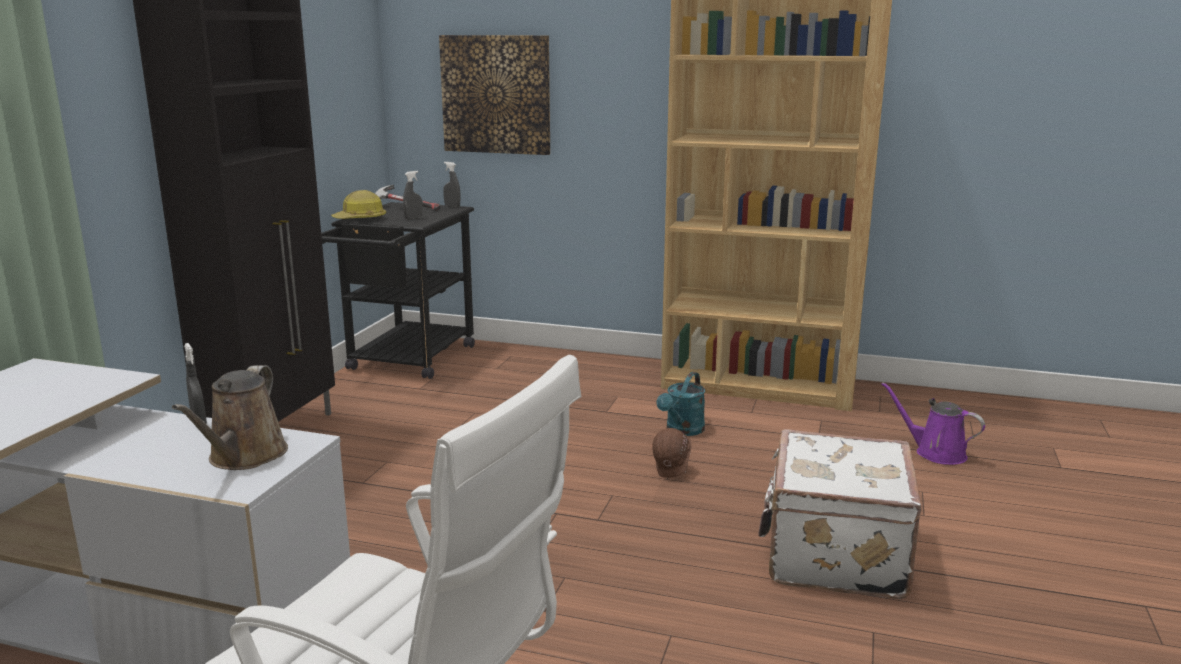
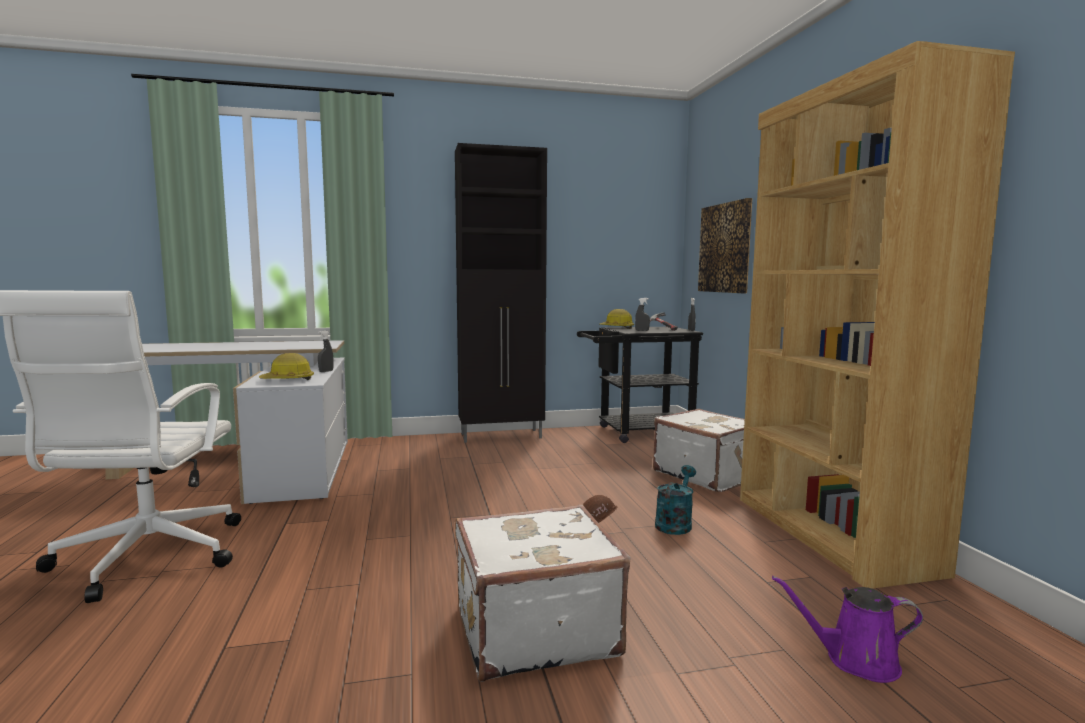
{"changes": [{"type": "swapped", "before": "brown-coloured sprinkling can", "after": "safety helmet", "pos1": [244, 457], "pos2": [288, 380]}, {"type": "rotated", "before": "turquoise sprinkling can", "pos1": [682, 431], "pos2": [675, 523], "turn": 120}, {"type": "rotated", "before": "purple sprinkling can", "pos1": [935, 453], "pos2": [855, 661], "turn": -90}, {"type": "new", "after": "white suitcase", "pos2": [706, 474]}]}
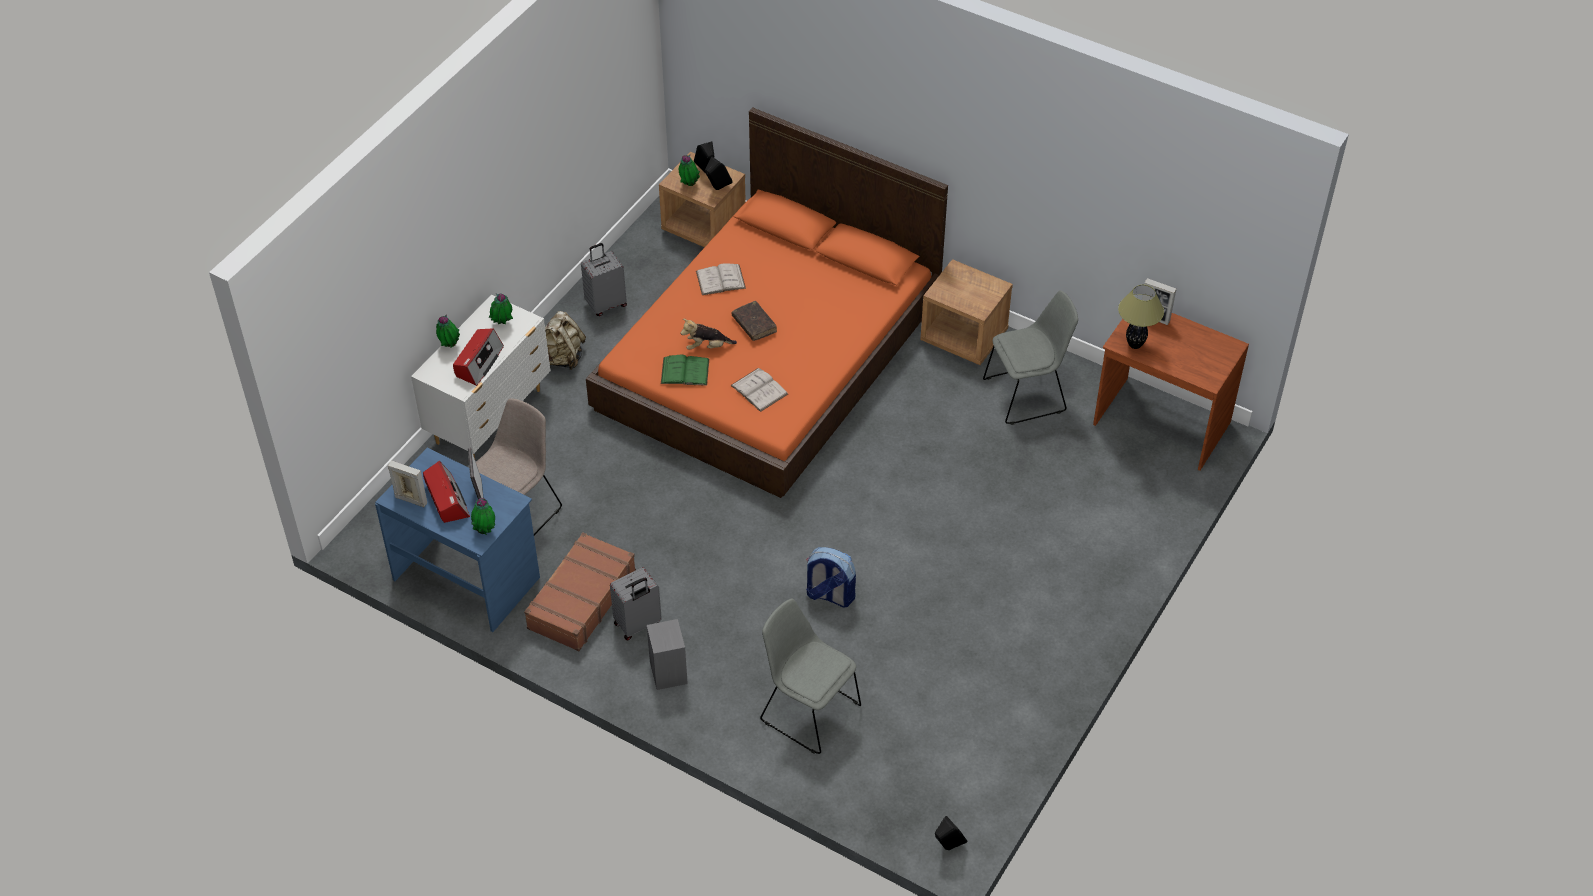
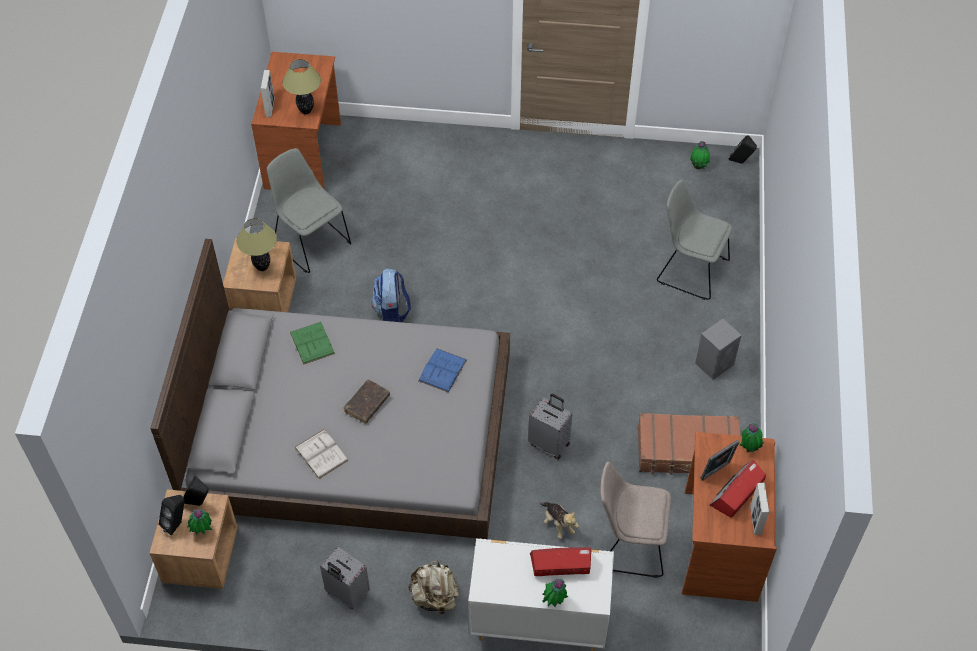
{"changes": [{"type": "repainted", "before": "orangey bedroom bed", "after": "gray bedroom bed", "pos1": [769, 354], "pos2": [350, 432]}, {"type": "shifted", "before": "houseplant", "pos1": [502, 324], "pos2": [698, 167]}, {"type": "shifted", "before": "plush toy", "pos1": [707, 347], "pos2": [557, 524]}, {"type": "shifted", "before": "green bound book", "pos1": [685, 371], "pos2": [312, 343]}, {"type": "repainted", "before": "white bound book", "after": "blue bound book", "pos1": [759, 389], "pos2": [442, 370]}, {"type": "repainted", "before": "blue desk unit", "after": "brown-coloured desk unit", "pos1": [467, 578], "pos2": [718, 544]}, {"type": "shifted", "before": "rucksack", "pos1": [829, 595], "pos2": [392, 312]}, {"type": "shifted", "before": "gray suitcase", "pos1": [638, 625], "pos2": [549, 443]}, {"type": "rotated", "before": "gray upright chair", "pos1": [807, 710], "pos2": [690, 269], "turn": 105}, {"type": "new", "after": "tabletop lamp", "pos2": [262, 267]}]}
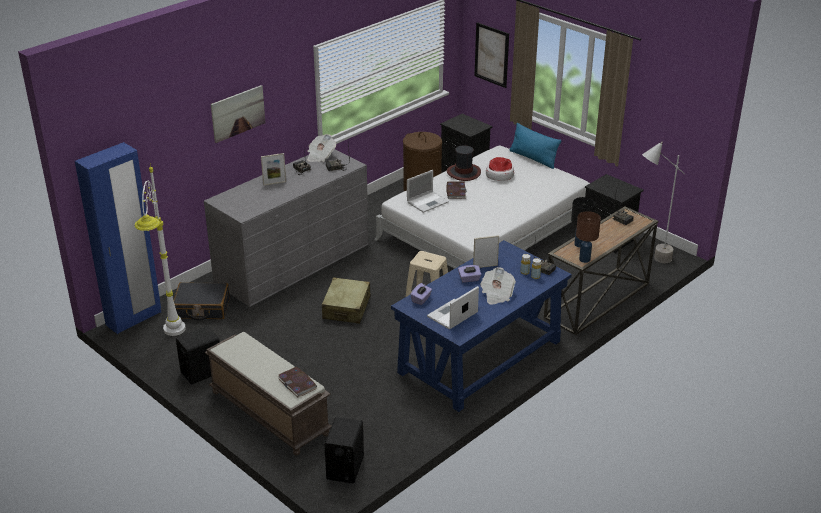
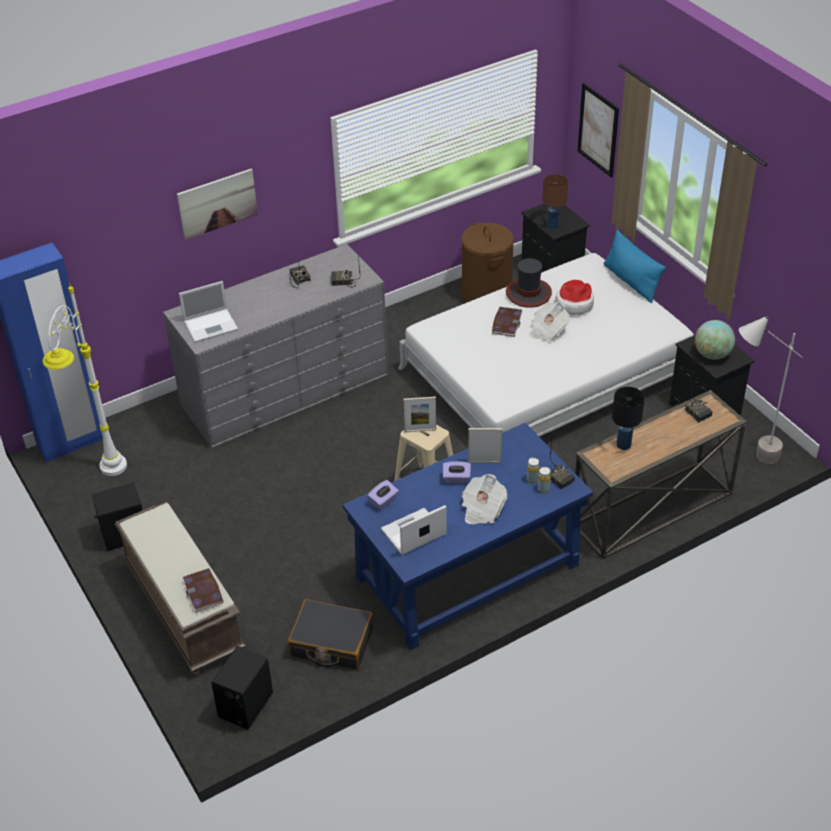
{"changes": [{"type": "shifted", "before": "newspaper", "pos1": [320, 156], "pos2": [547, 330]}, {"type": "shifted", "before": "photo frame", "pos1": [274, 183], "pos2": [420, 430]}, {"type": "shifted", "before": "portable computer", "pos1": [428, 202], "pos2": [211, 325]}, {"type": "shifted", "before": "brown-coloured tabletop lamp", "pos1": [584, 259], "pos2": [552, 226]}, {"type": "gone", "before": "sand-coloured suitcase", "pos1": [346, 308]}, {"type": "shifted", "before": "blackish suitcase", "pos1": [202, 308], "pos2": [331, 642]}, {"type": "new", "after": "globe", "pos2": [712, 354]}]}
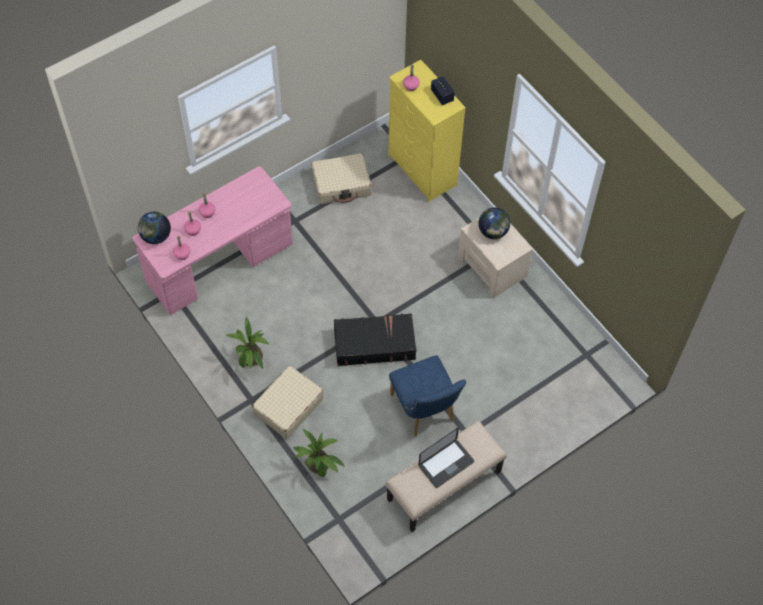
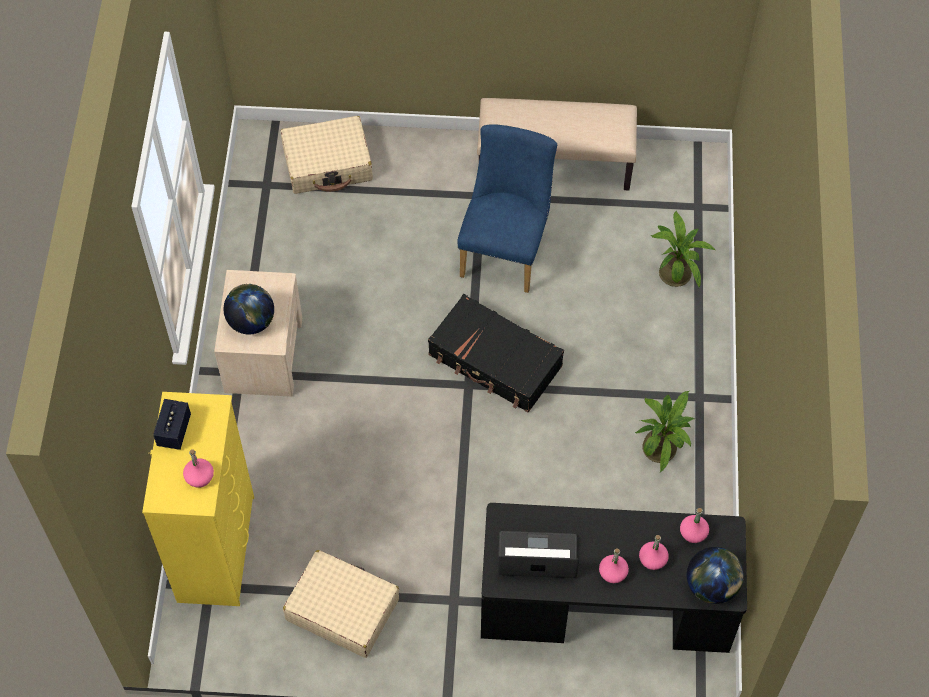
{"changes": [{"type": "repainted", "before": "pink-coloured desk unit", "after": "blackish desk unit", "pos1": [220, 263], "pos2": [605, 609]}, {"type": "shifted", "before": "sand-coloured suitcase", "pos1": [288, 406], "pos2": [328, 163]}, {"type": "shifted", "before": "portable computer", "pos1": [446, 464], "pos2": [537, 556]}]}
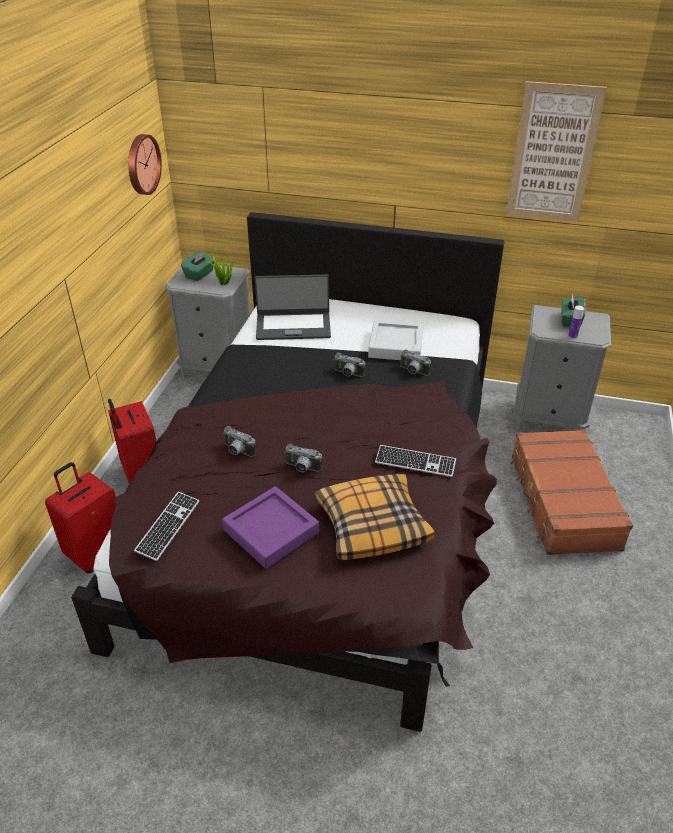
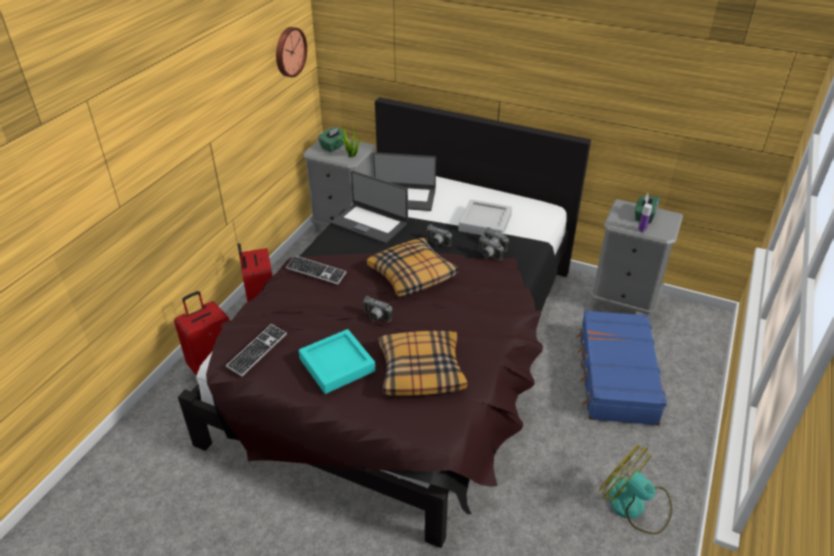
{"changes": [{"type": "gone", "before": "wall picture", "pos1": [553, 154]}, {"type": "shifted", "before": "still camera", "pos1": [237, 451], "pos2": [488, 255]}, {"type": "repainted", "before": "brown-coloured suitcase", "after": "blue suitcase", "pos1": [562, 502], "pos2": [615, 376]}, {"type": "shifted", "before": "keyboard", "pos1": [415, 462], "pos2": [316, 271]}, {"type": "repainted", "before": "purple serving tray", "after": "turquoise serving tray", "pos1": [271, 531], "pos2": [337, 365]}, {"type": "new", "after": "portable computer", "pos2": [370, 223]}, {"type": "new", "after": "pillow", "pos2": [412, 275]}, {"type": "new", "after": "electric fan", "pos2": [634, 505]}]}
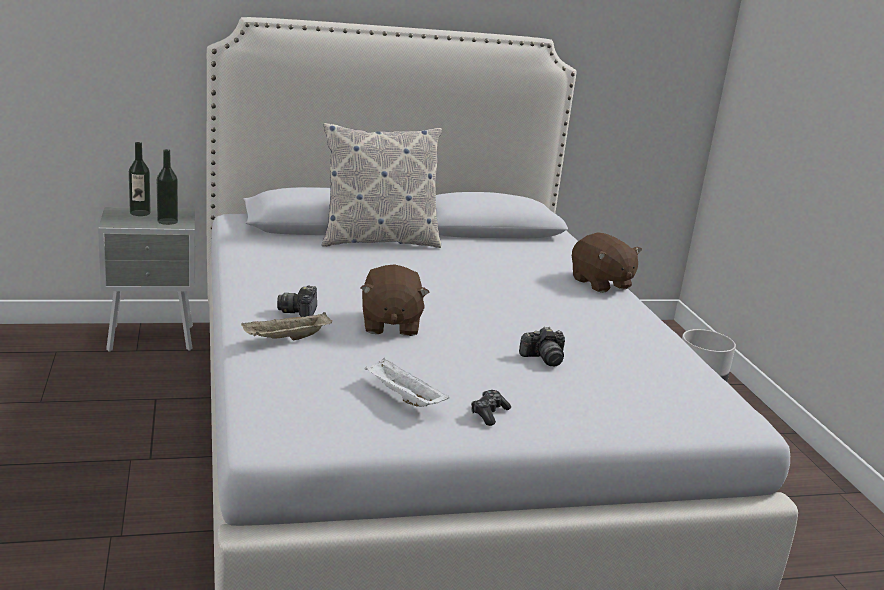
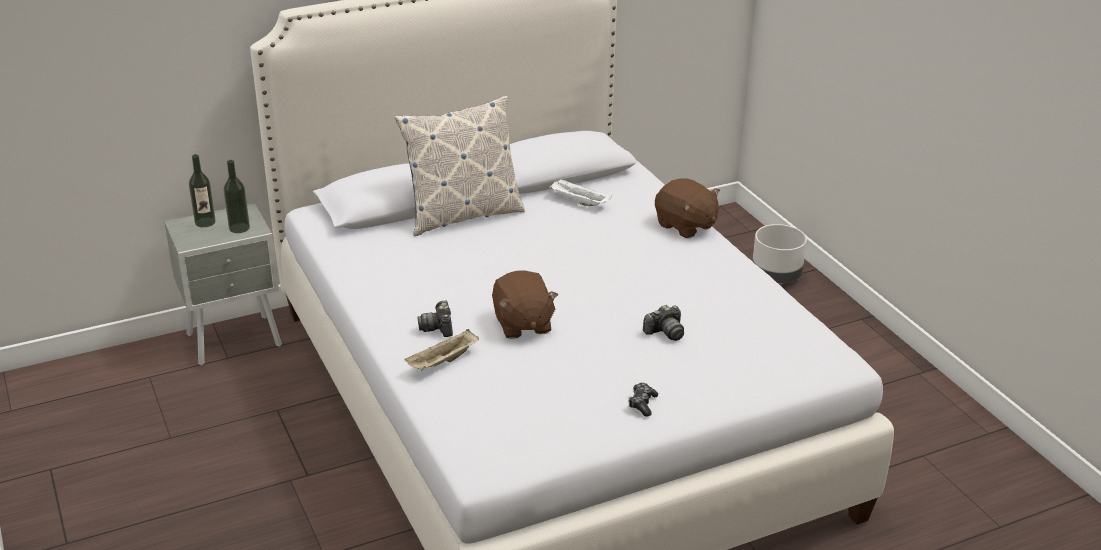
{"changes": [{"type": "shifted", "before": "white serving tray", "pos1": [403, 397], "pos2": [578, 201]}]}
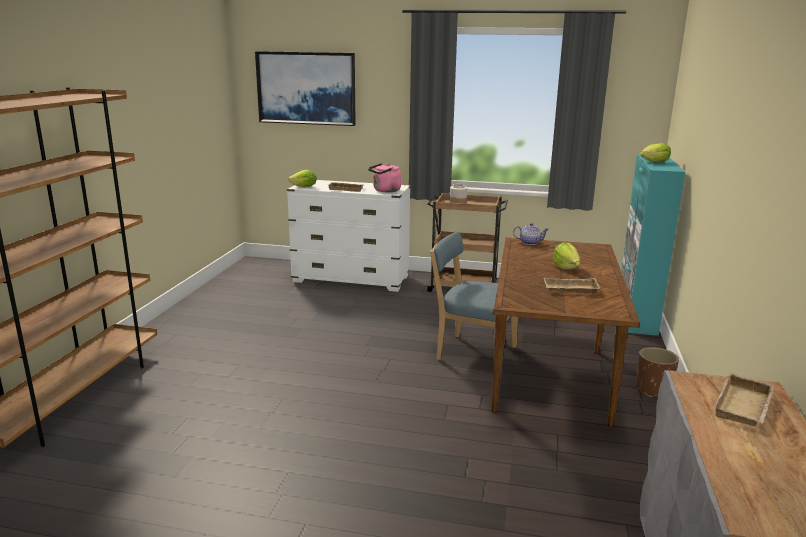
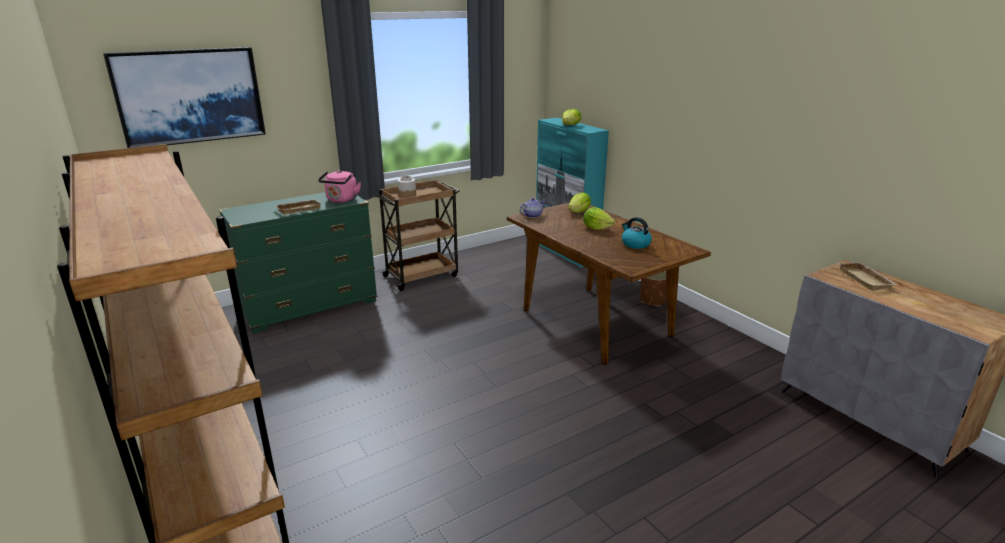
{"changes": [{"type": "shifted", "before": "lettuce", "pos1": [304, 187], "pos2": [579, 212]}, {"type": "repainted", "before": "white dresser", "after": "green dresser", "pos1": [351, 279], "pos2": [310, 307]}, {"type": "gone", "before": "blue upright chair", "pos1": [472, 352]}, {"type": "swapped", "before": "sand-coloured serving tray", "after": "tea kettle", "pos1": [570, 290], "pos2": [635, 244]}]}
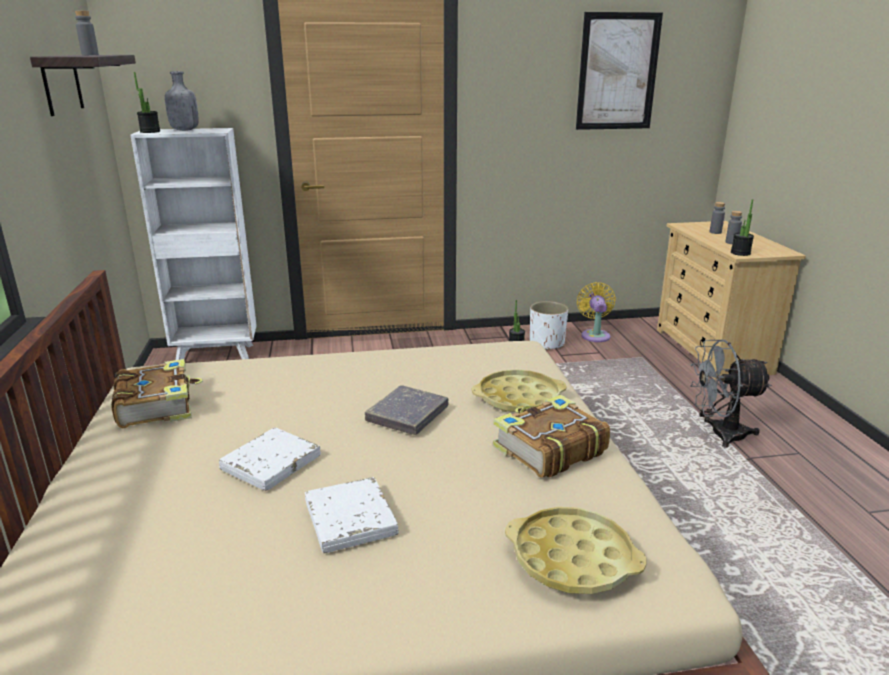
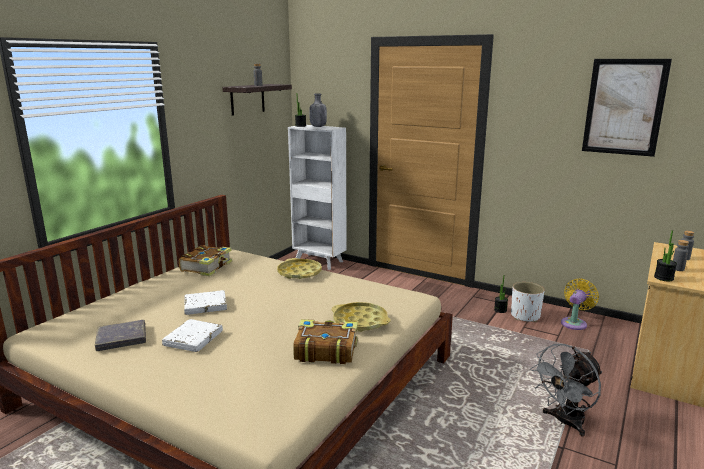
{"changes": [{"type": "rotated", "before": "gray electric fan", "pos1": [719, 434], "pos2": [564, 422], "turn": -75}, {"type": "shifted", "before": "gray bound book", "pos1": [407, 414], "pos2": [121, 338]}, {"type": "shifted", "before": "yellowish serving tray", "pos1": [572, 558], "pos2": [299, 273]}]}
